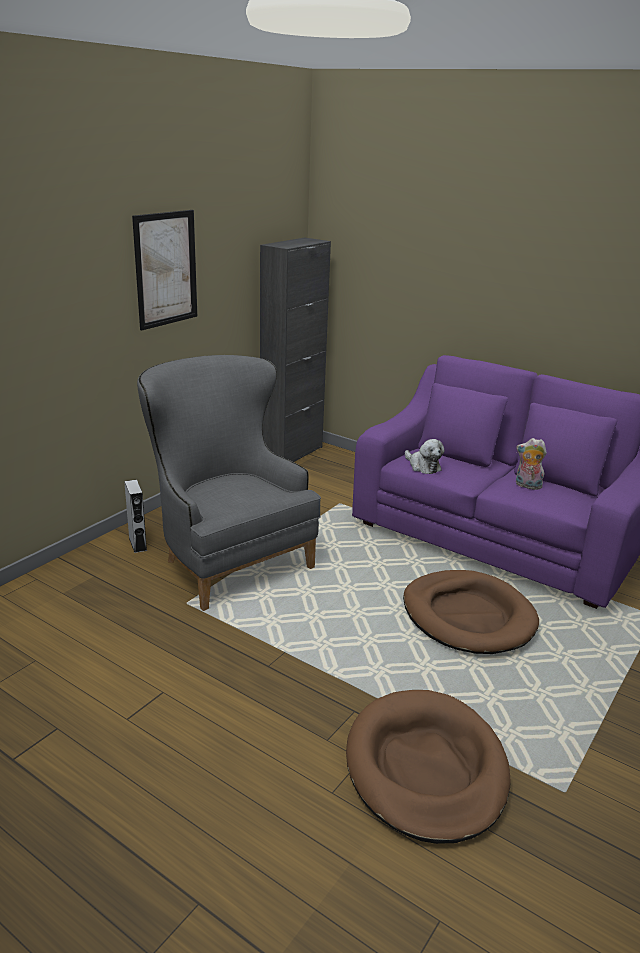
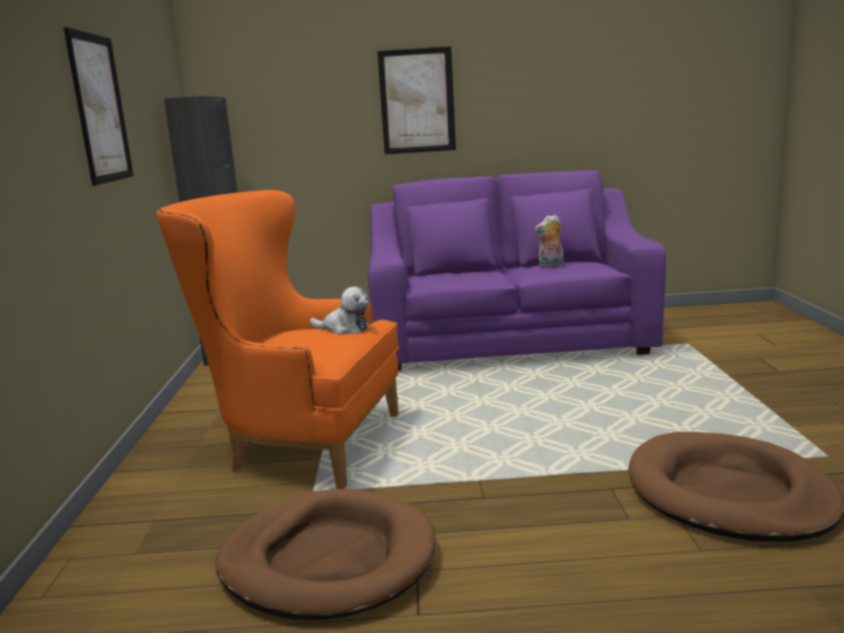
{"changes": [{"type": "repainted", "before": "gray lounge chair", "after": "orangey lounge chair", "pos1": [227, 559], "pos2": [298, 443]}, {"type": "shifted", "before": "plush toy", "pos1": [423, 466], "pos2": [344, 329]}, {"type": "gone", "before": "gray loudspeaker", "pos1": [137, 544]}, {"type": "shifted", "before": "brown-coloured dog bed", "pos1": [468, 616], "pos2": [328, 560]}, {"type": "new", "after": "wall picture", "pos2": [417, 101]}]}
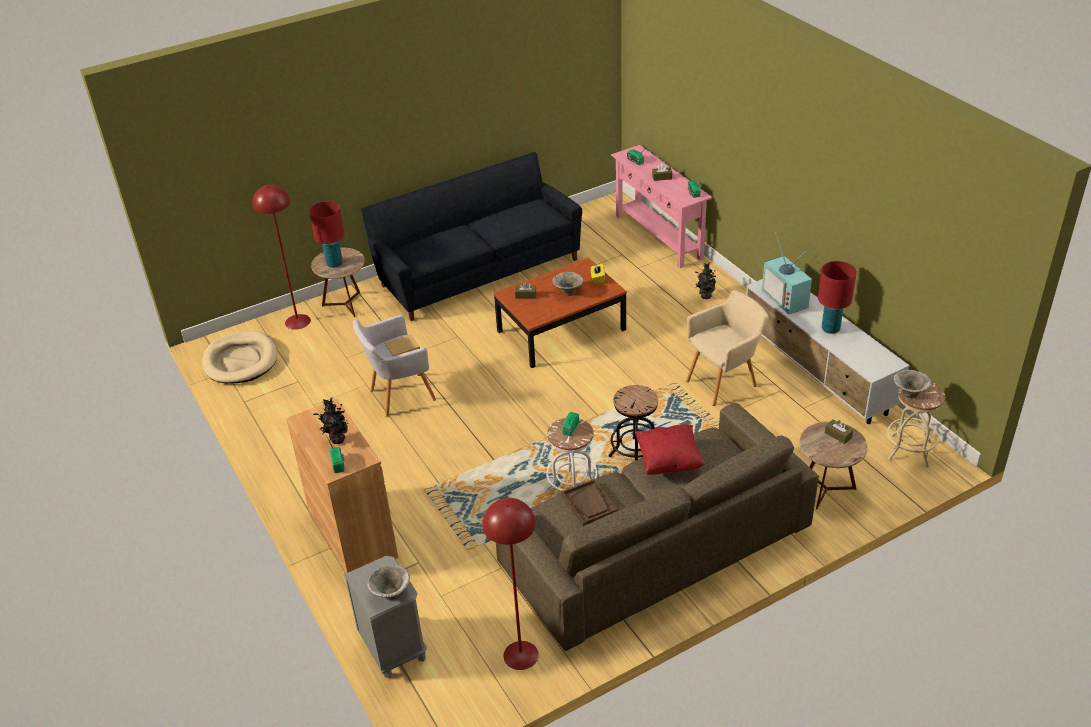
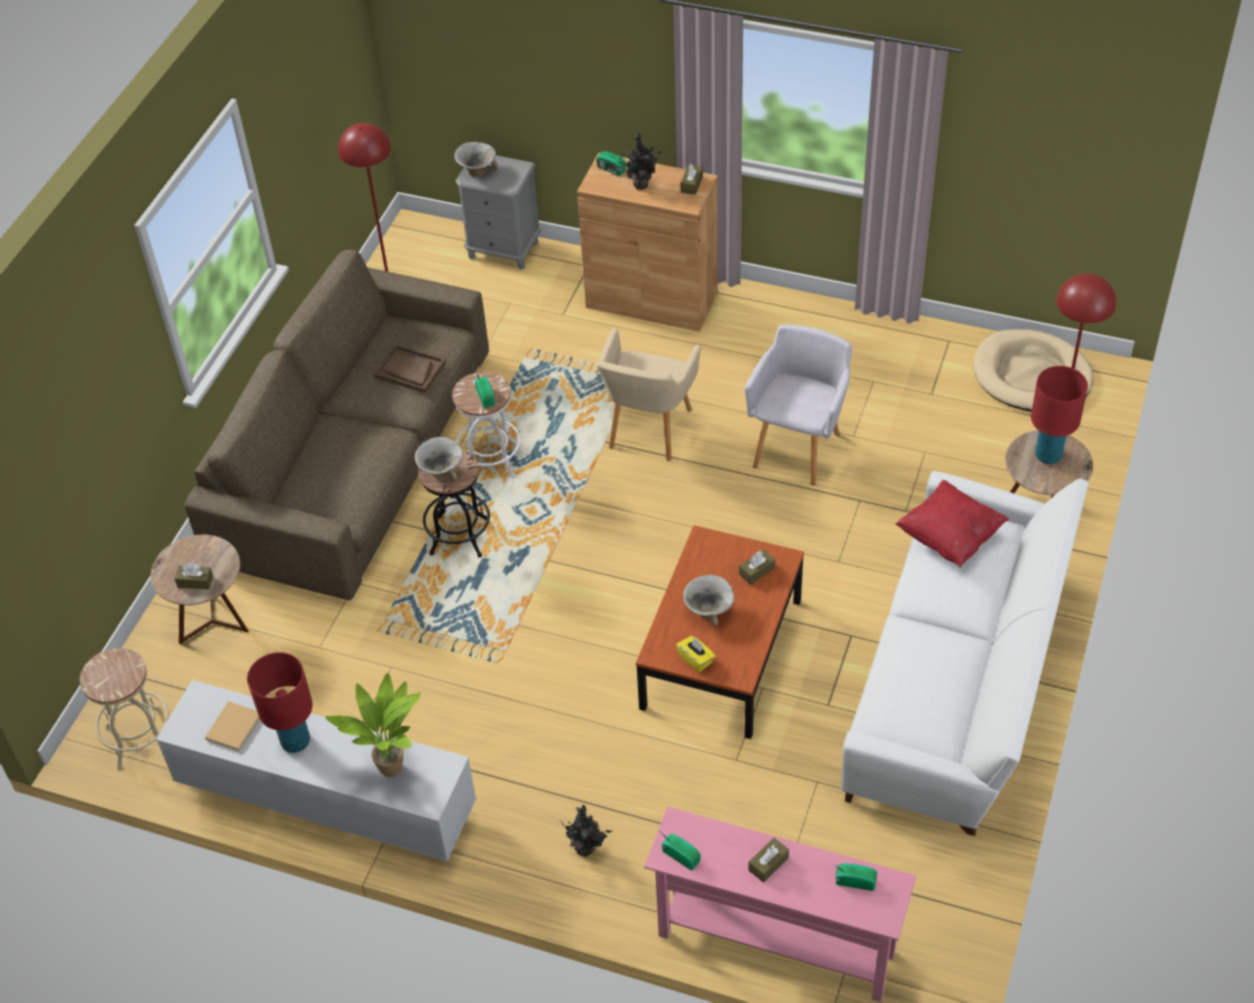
{"changes": [{"type": "repainted", "before": "blackish sofa", "after": "white sofa", "pos1": [477, 270], "pos2": [957, 685]}, {"type": "swapped", "before": "television", "after": "houseplant", "pos1": [787, 298], "pos2": [392, 765]}, {"type": "shifted", "before": "sand-coloured lounge chair", "pos1": [724, 382], "pos2": [648, 431]}, {"type": "shifted", "before": "sand-coloured bound book", "pos1": [401, 347], "pos2": [235, 726]}, {"type": "shifted", "before": "deep dish", "pos1": [909, 394], "pos2": [442, 471]}, {"type": "shifted", "before": "red-coloured pillow", "pos1": [669, 461], "pos2": [949, 537]}, {"type": "new", "after": "brown-coloured tissue holder", "pos2": [691, 184]}]}
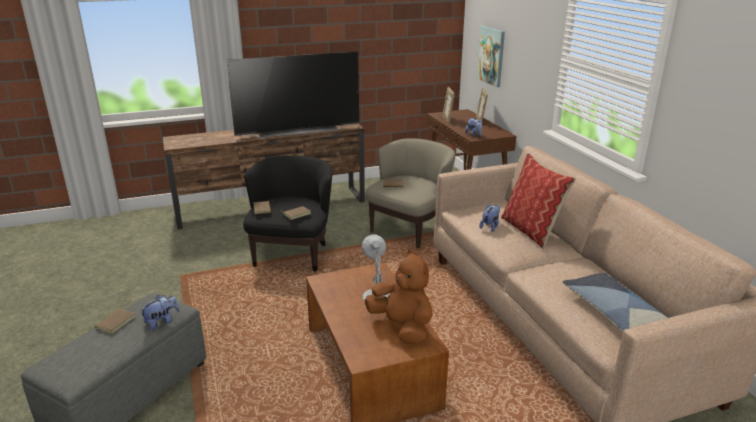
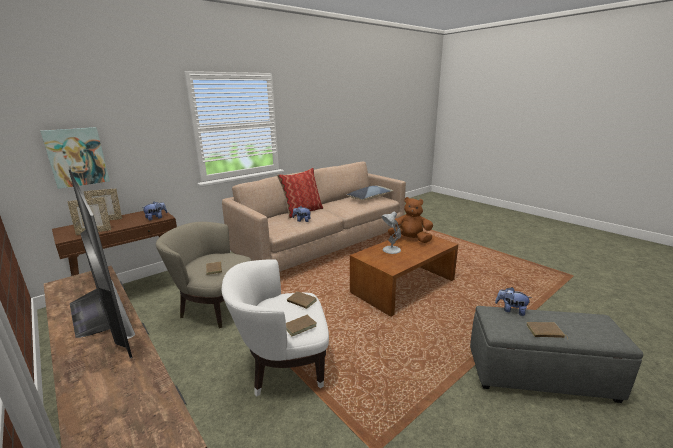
{"changes": [{"type": "repainted", "before": "blackish lounge chair", "after": "white lounge chair", "pos1": [293, 254], "pos2": [283, 366]}, {"type": "rotated", "before": "brown-coloured plush toy", "pos1": [402, 327], "pos2": [410, 240], "turn": 75}]}
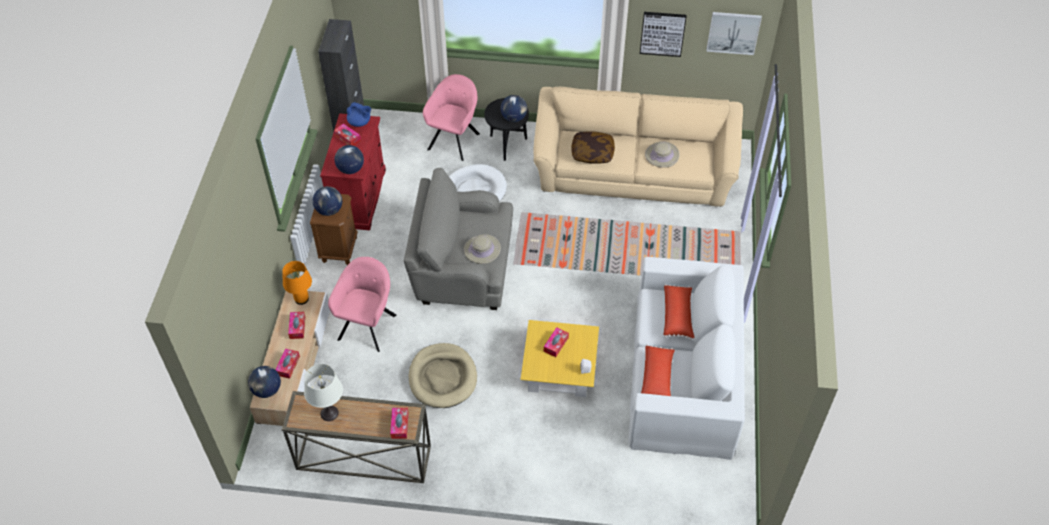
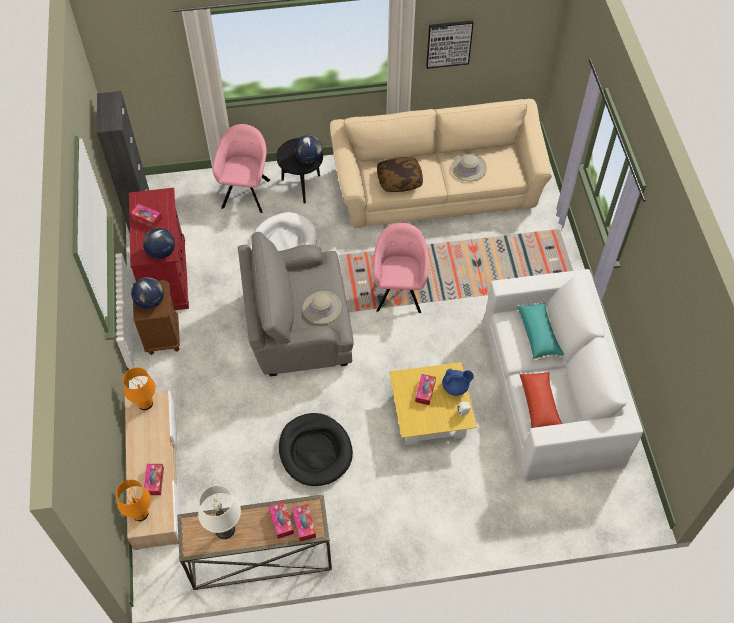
{"changes": [{"type": "gone", "before": "wall picture", "pos1": [733, 32]}, {"type": "shifted", "before": "blue teapot", "pos1": [360, 122], "pos2": [456, 387]}, {"type": "shifted", "before": "pink-coloured lounge chair", "pos1": [368, 325], "pos2": [399, 290]}, {"type": "repainted", "before": "red-coloured pillow", "after": "turquoise pillow", "pos1": [677, 316], "pos2": [538, 335]}, {"type": "shifted", "before": "tissue holder", "pos1": [297, 327], "pos2": [281, 521]}, {"type": "repainted", "before": "sand-coloured dog bed", "after": "blackish dog bed", "pos1": [443, 377], "pos2": [315, 451]}, {"type": "swapped", "before": "globe", "after": "orangey tabletop lamp", "pos1": [266, 390], "pos2": [140, 514]}]}
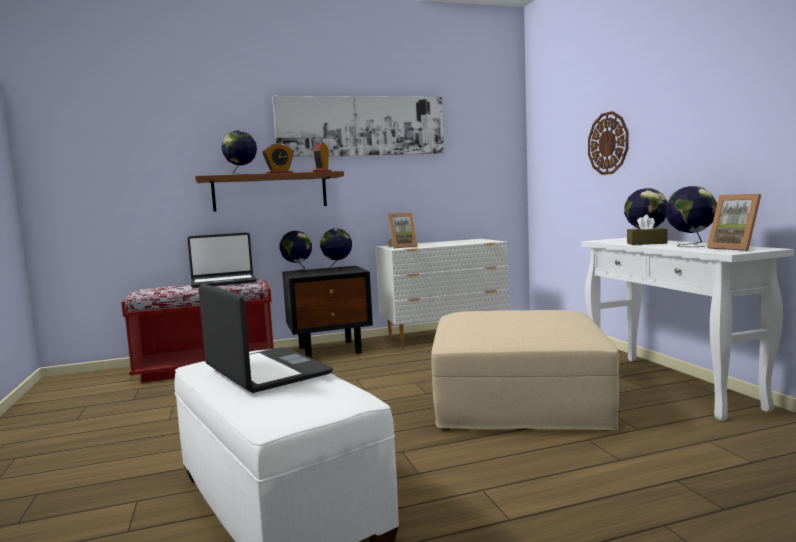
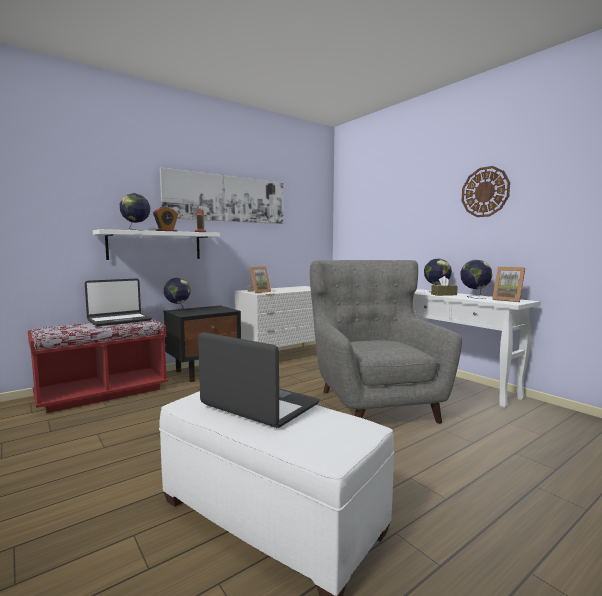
{"changes": [{"type": "shifted", "before": "wall clock", "pos1": [608, 143], "pos2": [485, 192]}, {"type": "repainted", "before": "brown-coloured wall shelf", "after": "white wall shelf", "pos1": [270, 192], "pos2": [155, 245]}, {"type": "gone", "before": "globe", "pos1": [337, 268]}, {"type": "swapped", "before": "sand-coloured footrest", "after": "gray lounge chair", "pos1": [517, 399], "pos2": [375, 403]}]}
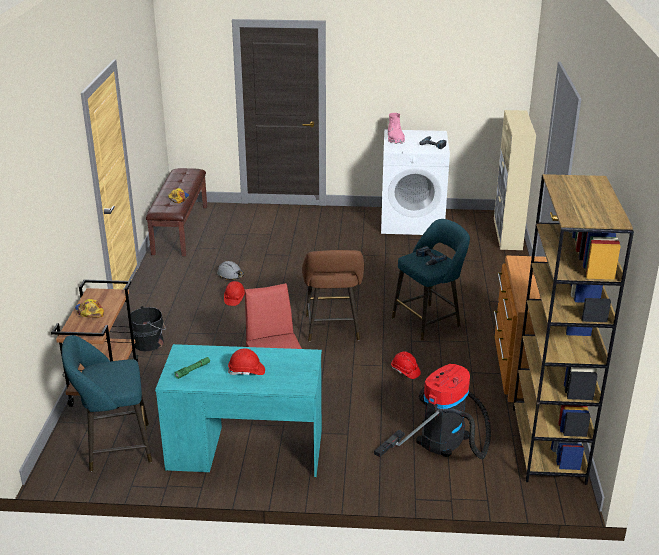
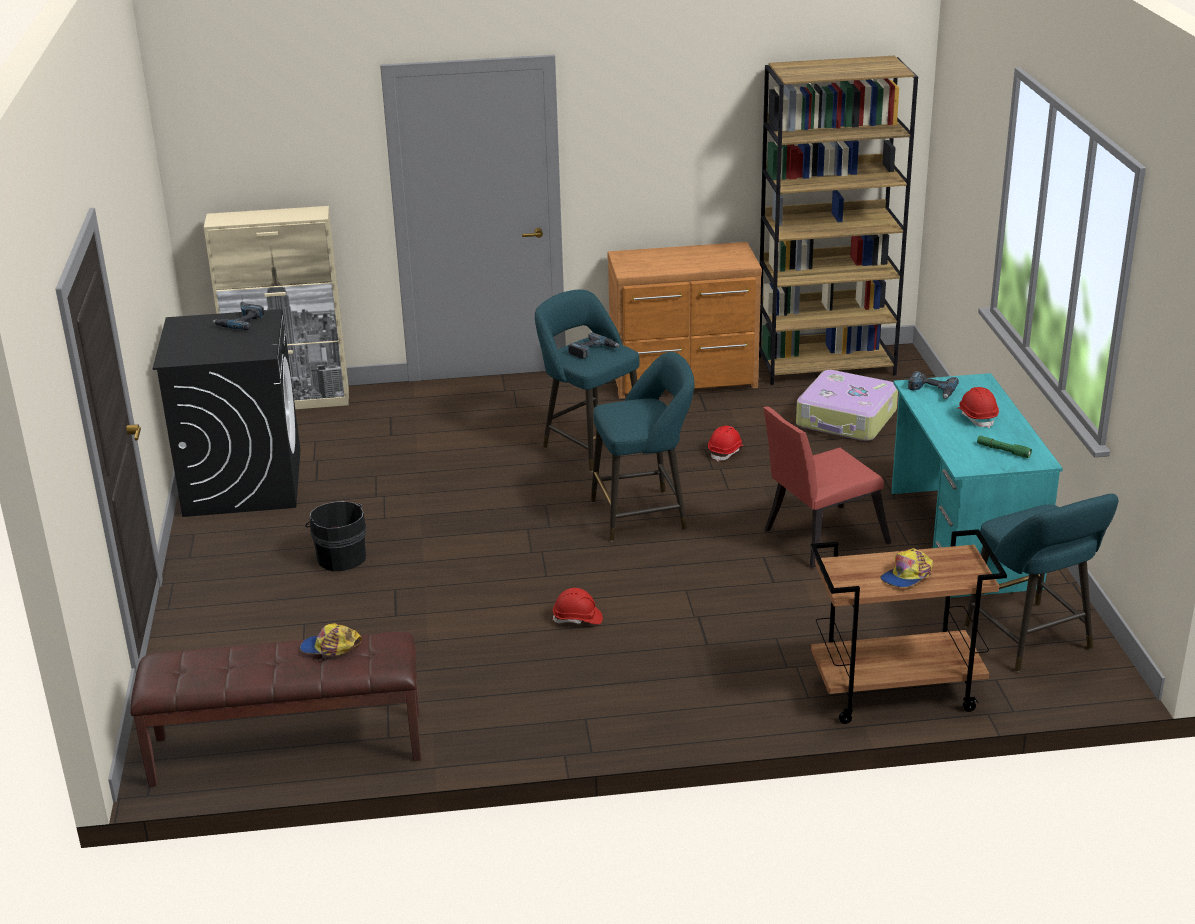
{"changes": [{"type": "gone", "before": "pink-coloured high-top boot", "pos1": [395, 139]}, {"type": "repainted", "before": "white laundry machine", "after": "blackish laundry machine", "pos1": [412, 221], "pos2": [242, 482]}, {"type": "repainted", "before": "brown-coloured stool", "after": "turquoise stool", "pos1": [332, 330], "pos2": [644, 515]}, {"type": "gone", "before": "gray safety helmet", "pos1": [230, 275]}, {"type": "shifted", "before": "blackish bucket", "pos1": [150, 342], "pos2": [340, 557]}, {"type": "swapped", "before": "vacuum cleaner", "after": "suitcase", "pos1": [444, 435], "pos2": [846, 419]}, {"type": "new", "after": "drill", "pos2": [931, 390]}]}
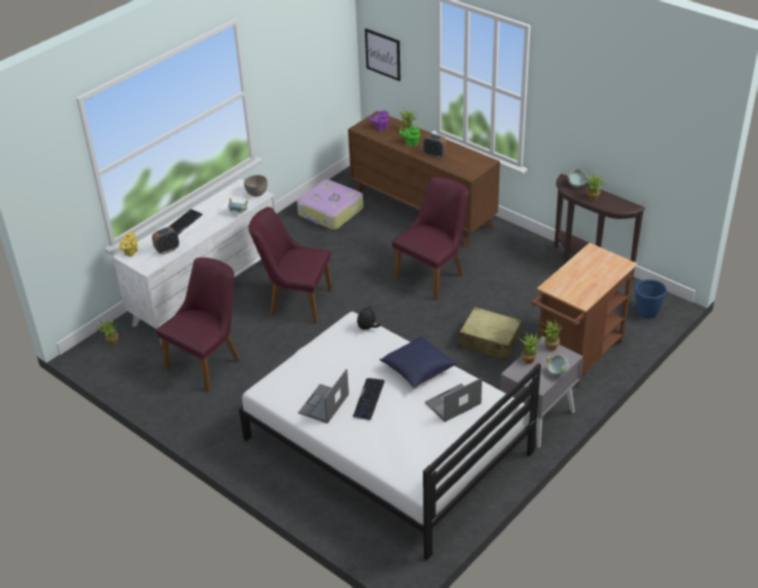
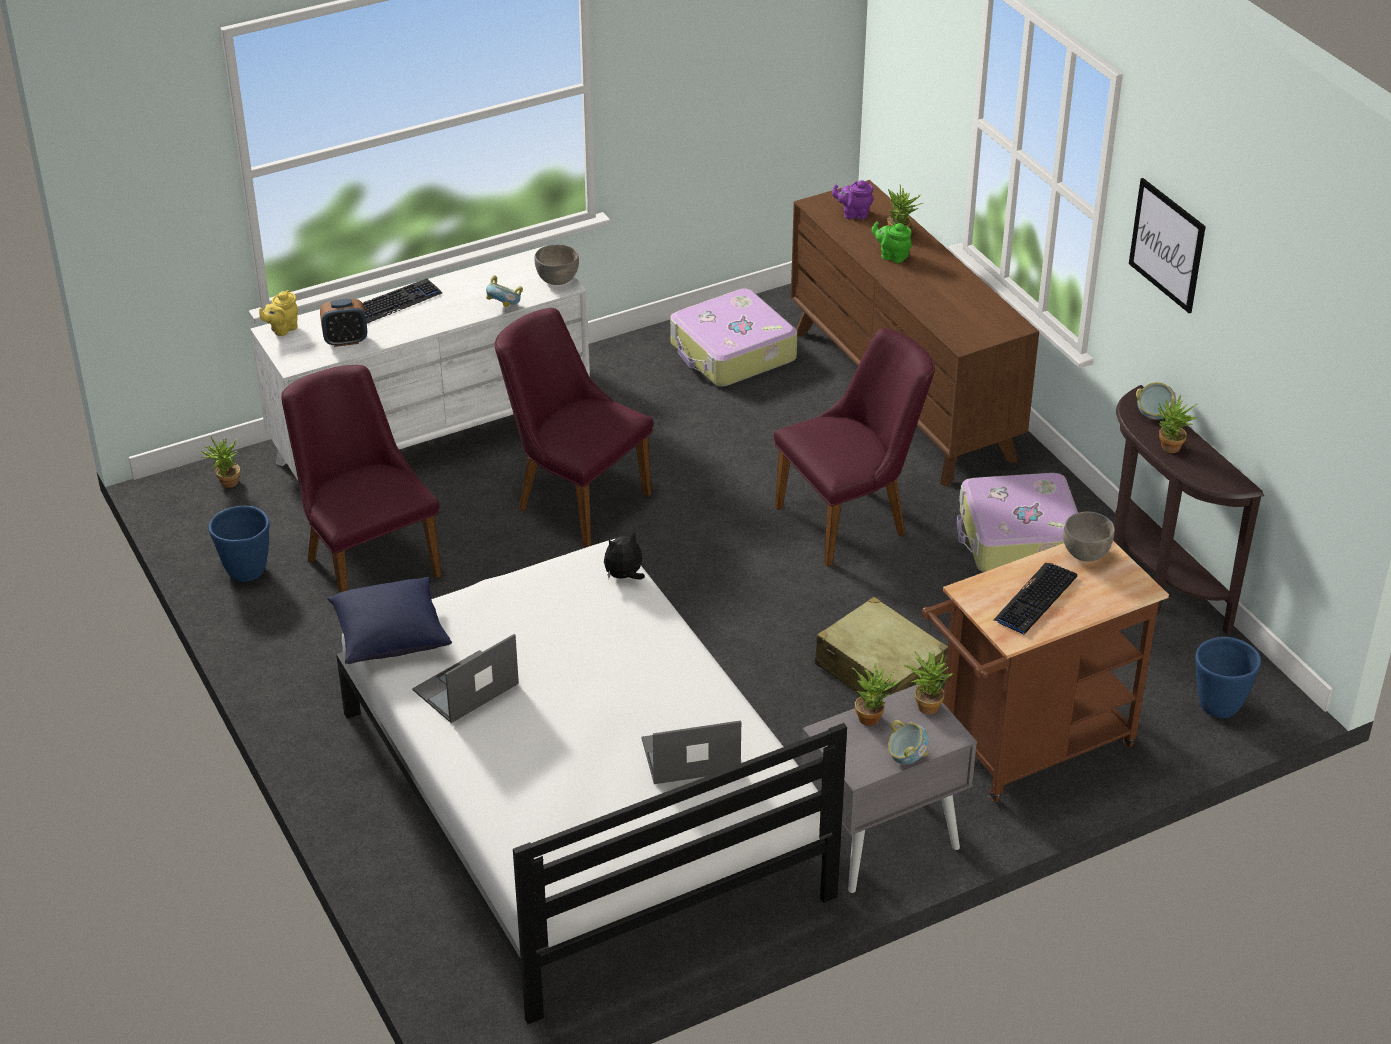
{"changes": [{"type": "shifted", "before": "wall picture", "pos1": [383, 54], "pos2": [1167, 245]}, {"type": "gone", "before": "bedside clock", "pos1": [434, 155]}, {"type": "rotated", "before": "purple upright chair", "pos1": [209, 361], "pos2": [366, 561], "turn": -90}, {"type": "shifted", "before": "blue pillow", "pos1": [417, 369], "pos2": [390, 636]}, {"type": "shifted", "before": "keyboard", "pos1": [369, 399], "pos2": [1035, 599]}, {"type": "new", "after": "suitcase", "pos2": [1018, 539]}, {"type": "new", "after": "blue plant pot", "pos2": [246, 571]}, {"type": "new", "after": "gray deep dish", "pos2": [1085, 554]}]}
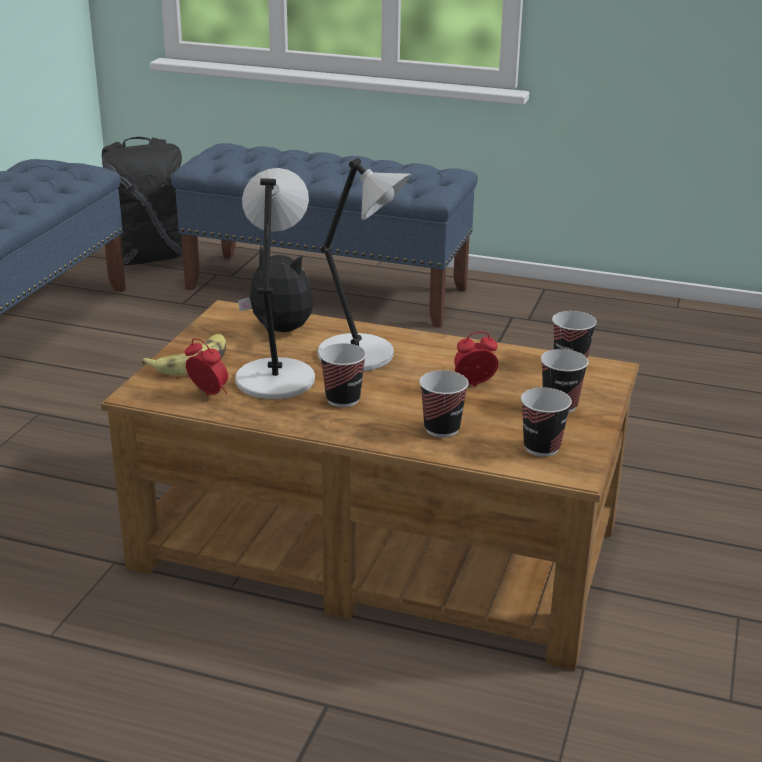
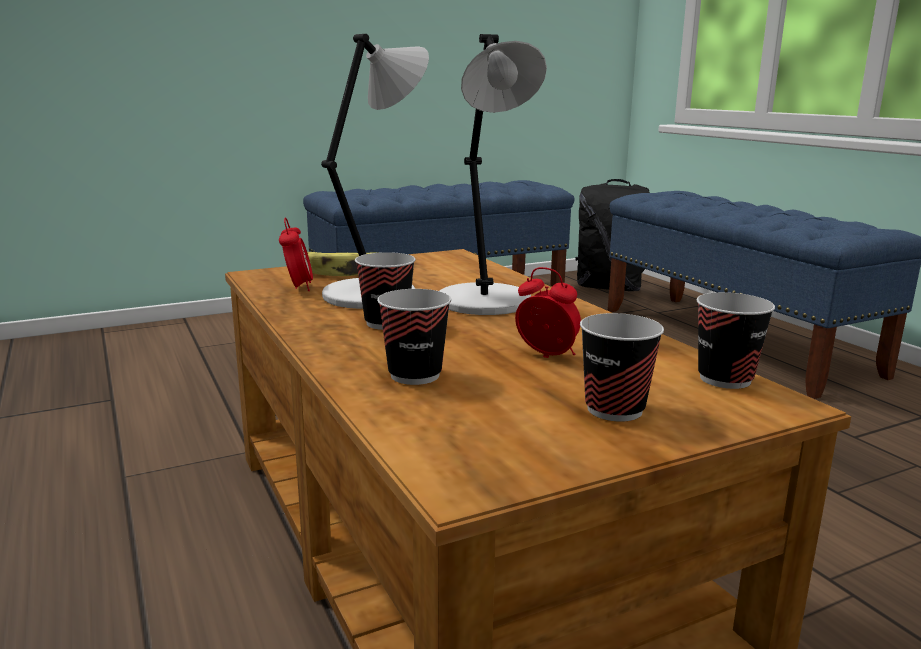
{"changes": [{"type": "gone", "before": "plush toy", "pos1": [279, 331]}, {"type": "gone", "before": "cup", "pos1": [541, 447]}]}
